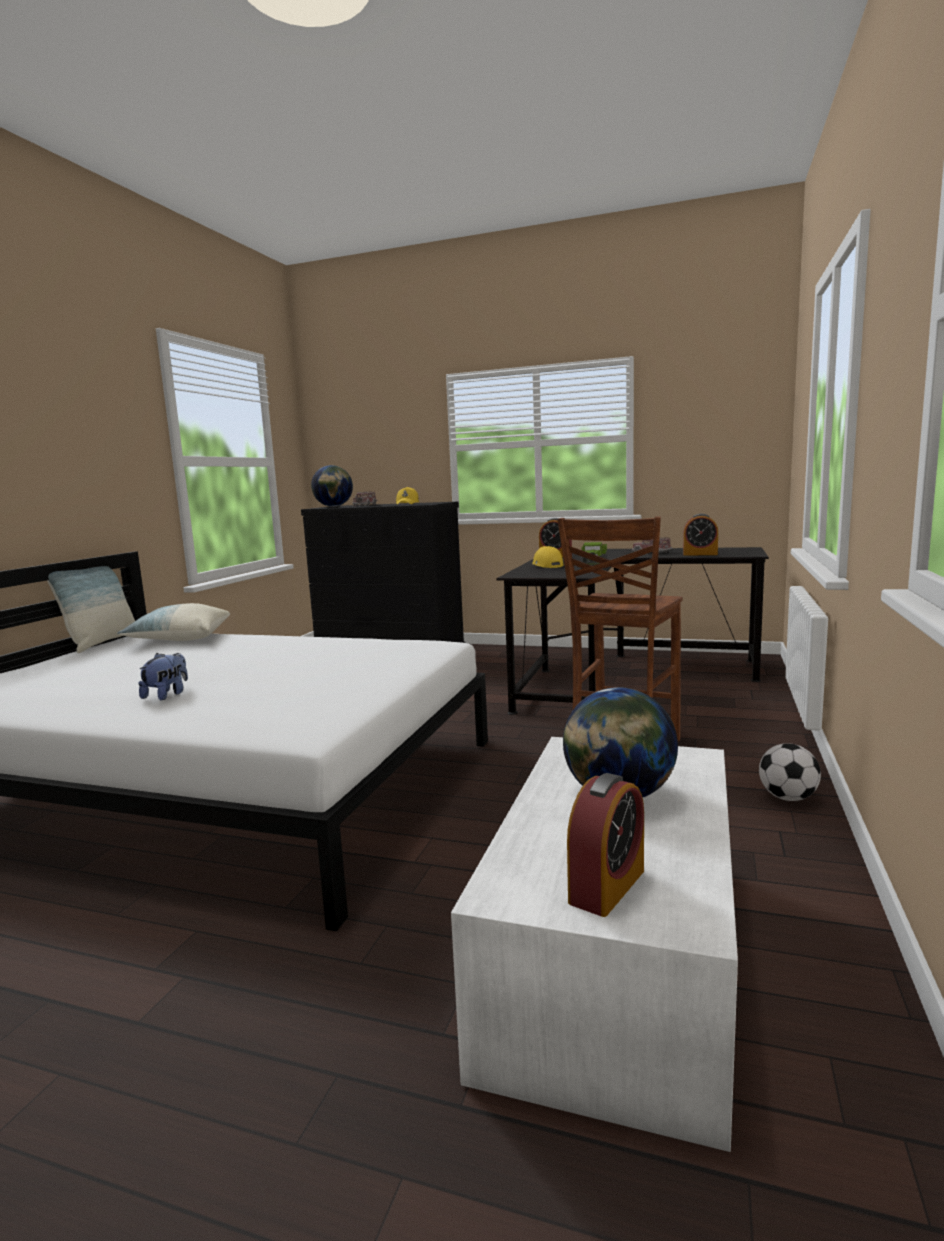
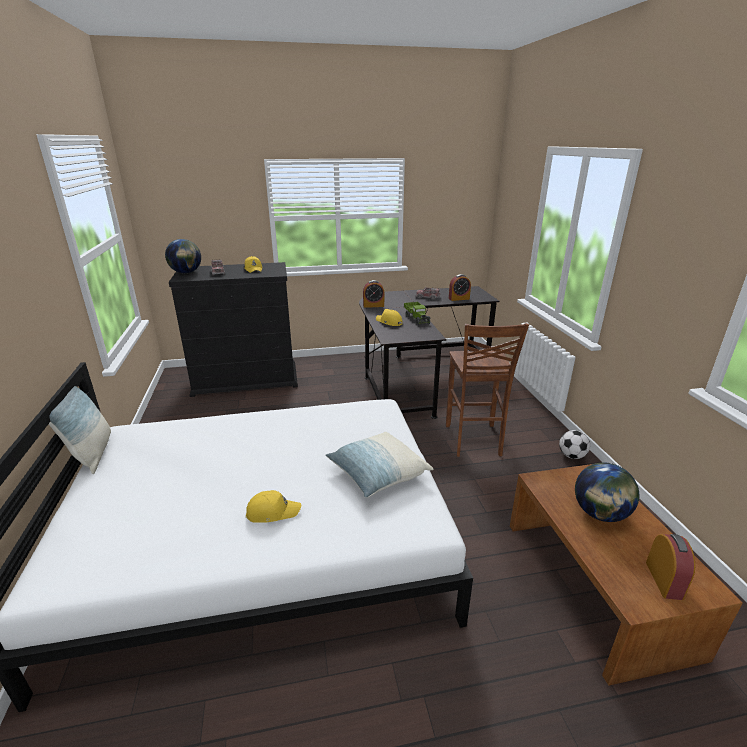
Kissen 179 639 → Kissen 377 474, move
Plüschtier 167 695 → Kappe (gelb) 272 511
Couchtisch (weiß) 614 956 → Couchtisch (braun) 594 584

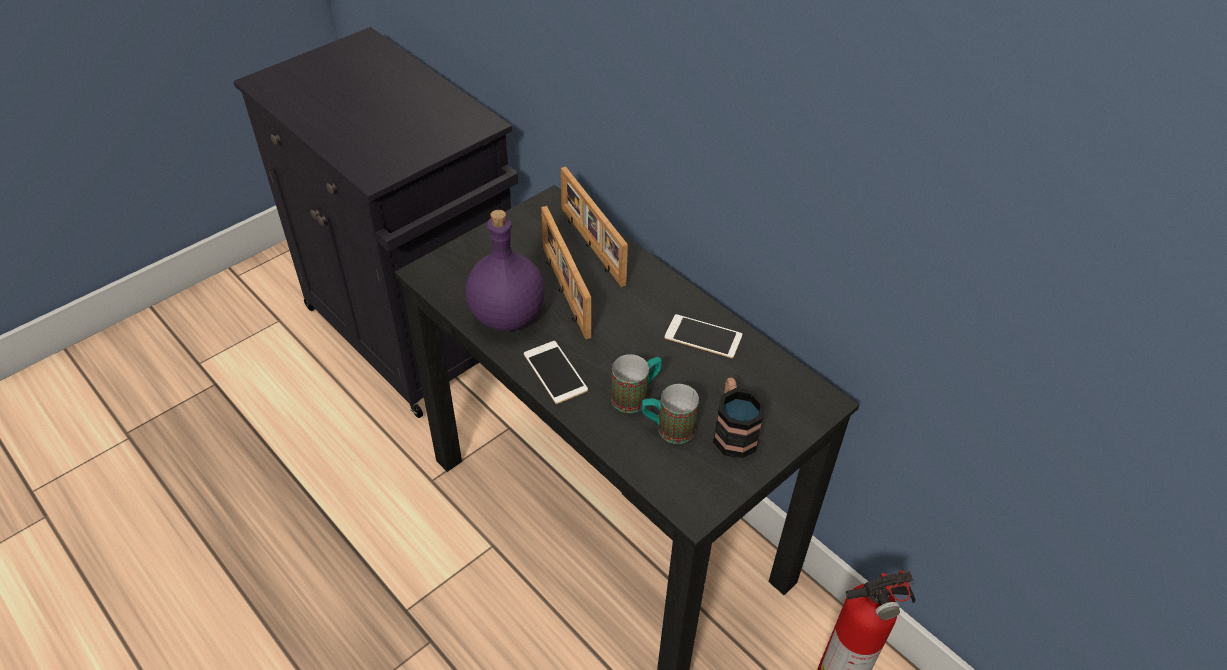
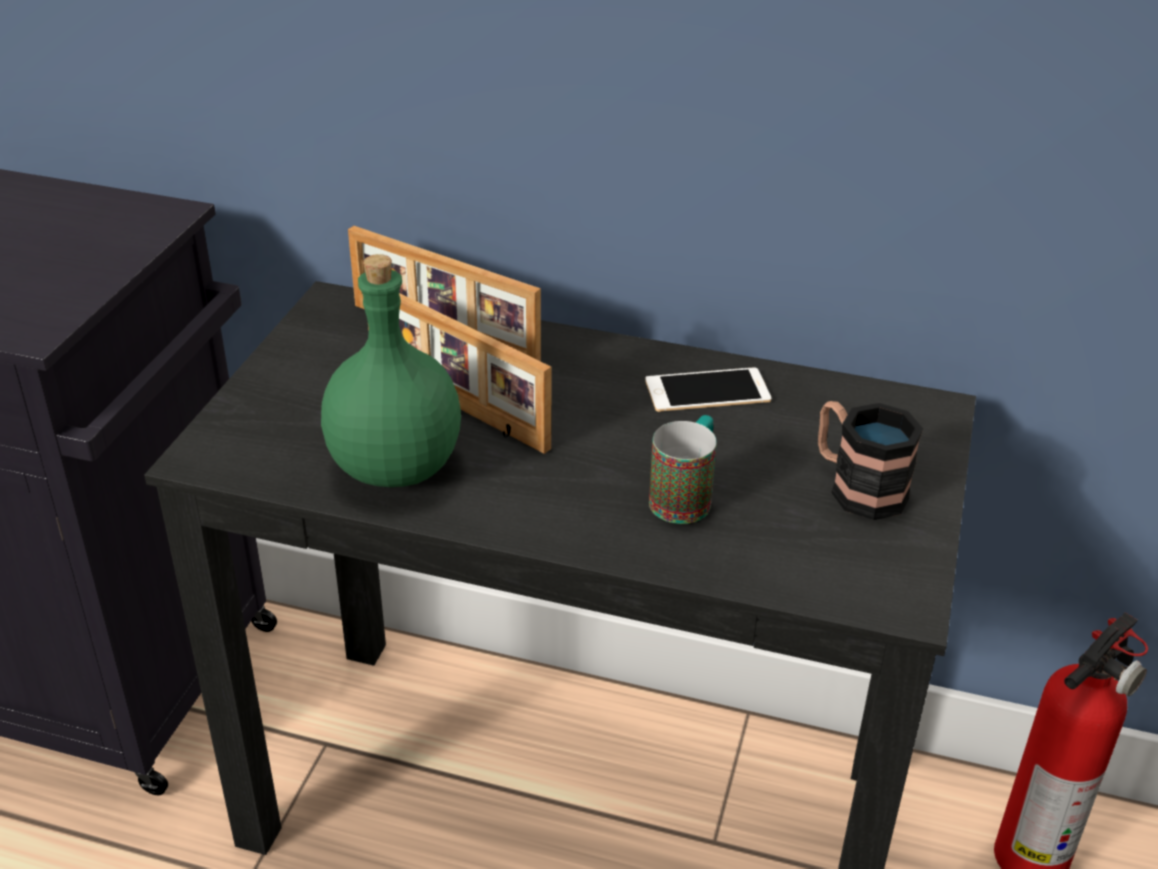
Flasche (lila) 506 315 → Flasche (grün) 393 467
Handy 555 372 → -
Henkelbecher 667 429 → -

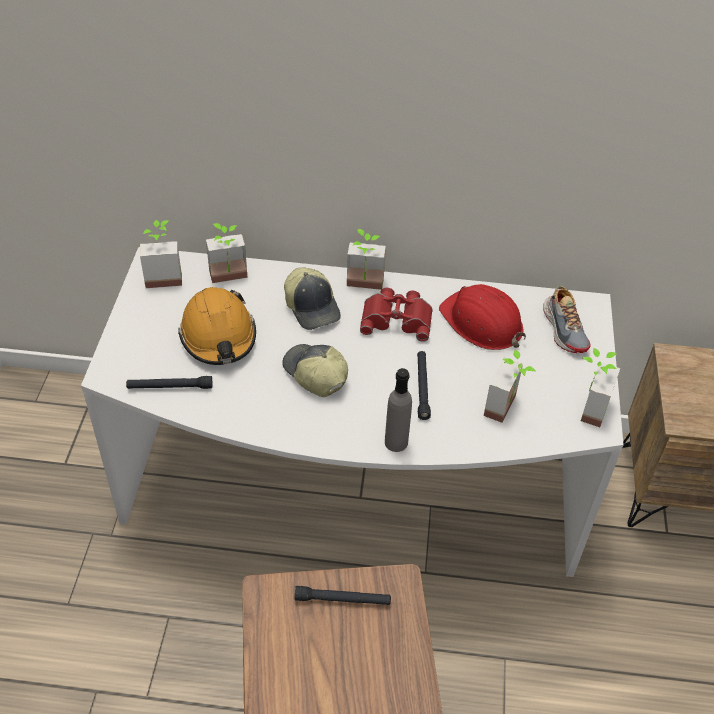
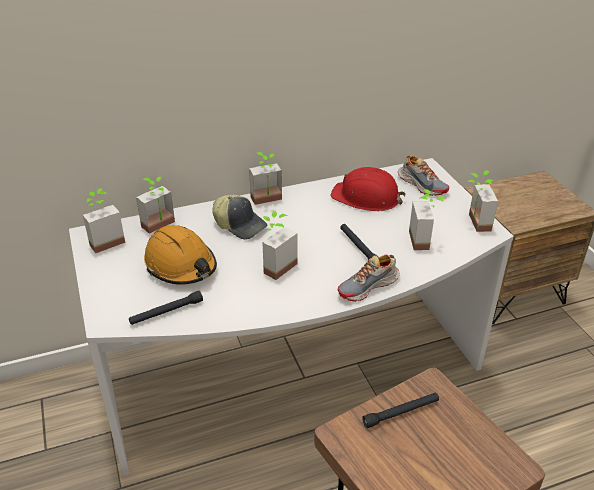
Kappe 314 374 → Topfpflanze 275 265
Fernglas (rot) 397 318 → -
Flasche (grau) 396 442 → Schuh 368 287

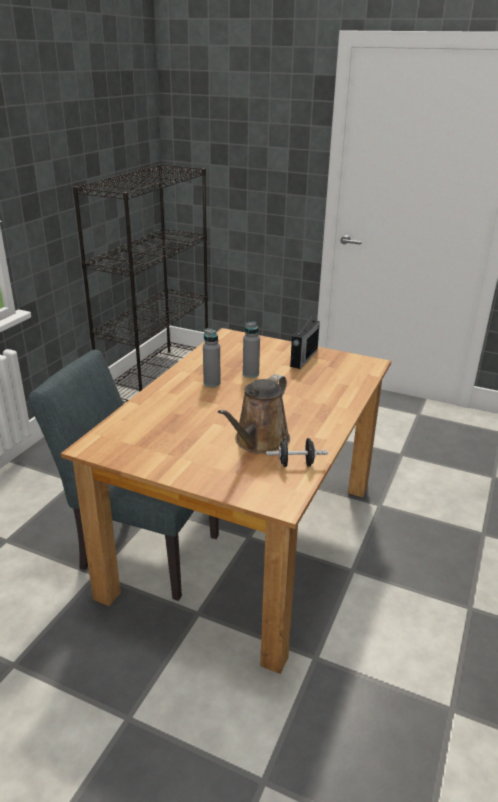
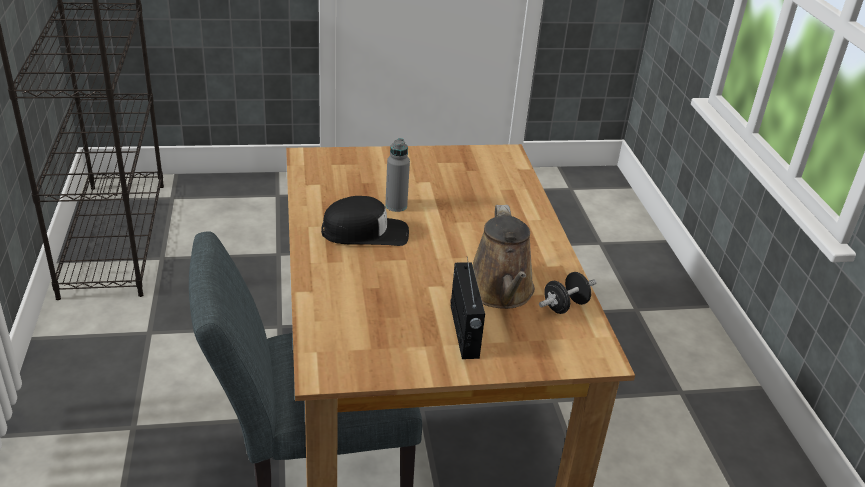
Flasche (grau) 212 383 → Kappe (schwarz) 365 232
Radio 303 358 → Radio 464 332, move

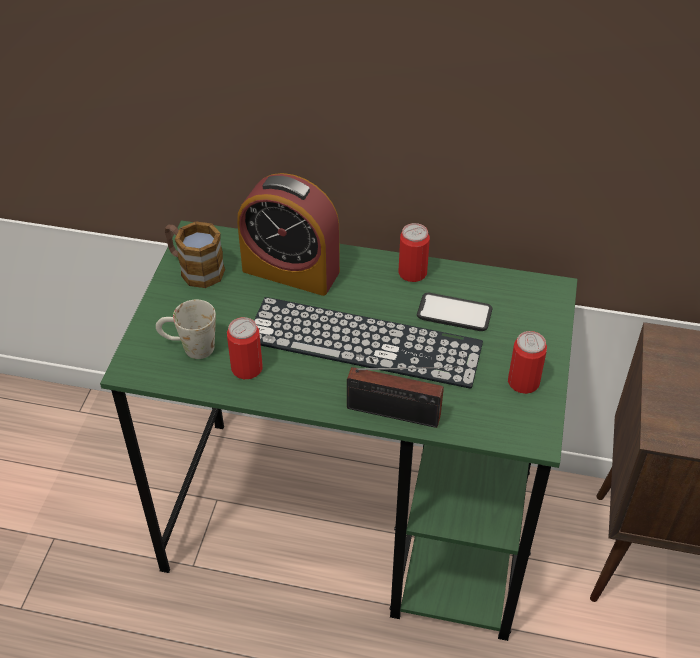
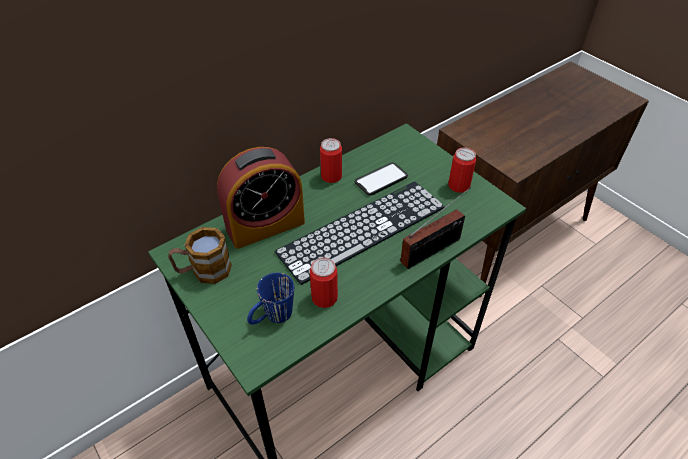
Henkelbecher (weiß) 189 347 → Henkelbecher (blau) 272 318

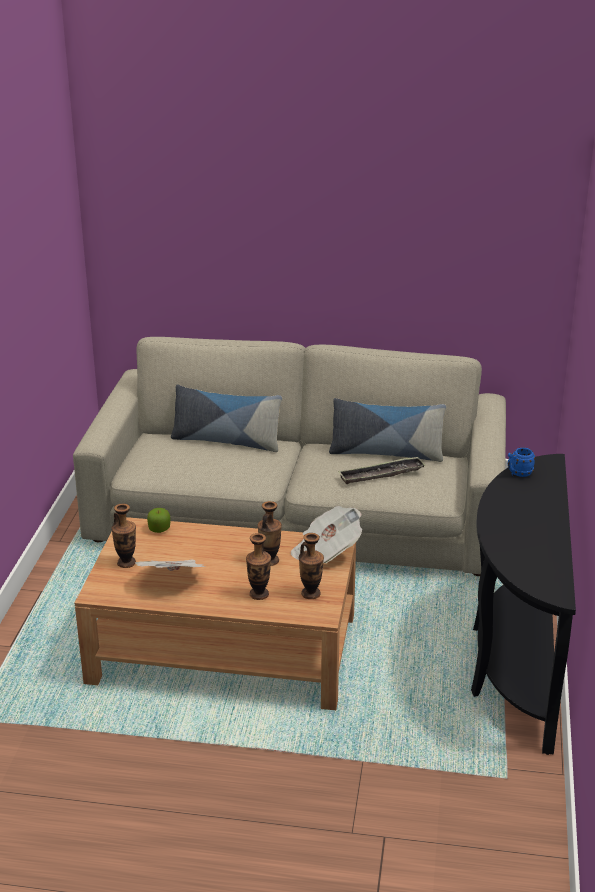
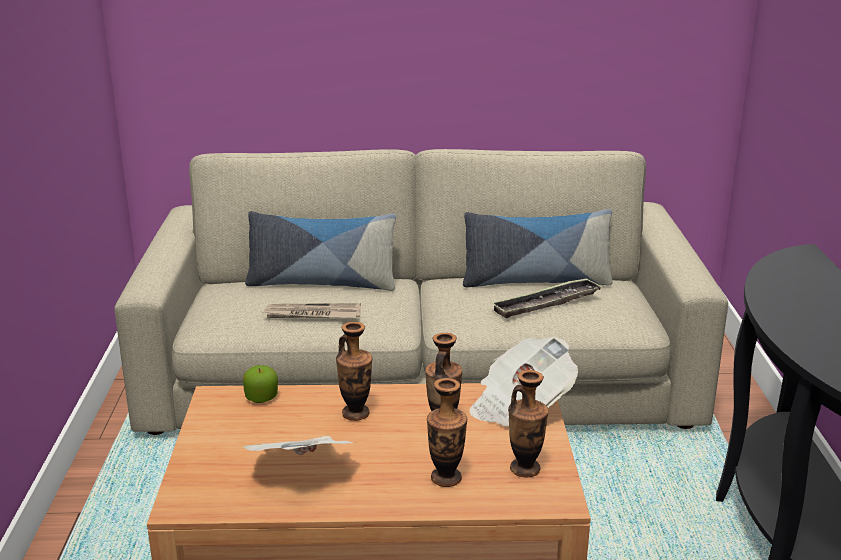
Vase 126 563 → Vase 355 413, move
Henkelbecher (blau) 518 474 → -
- → Zeitung 312 314

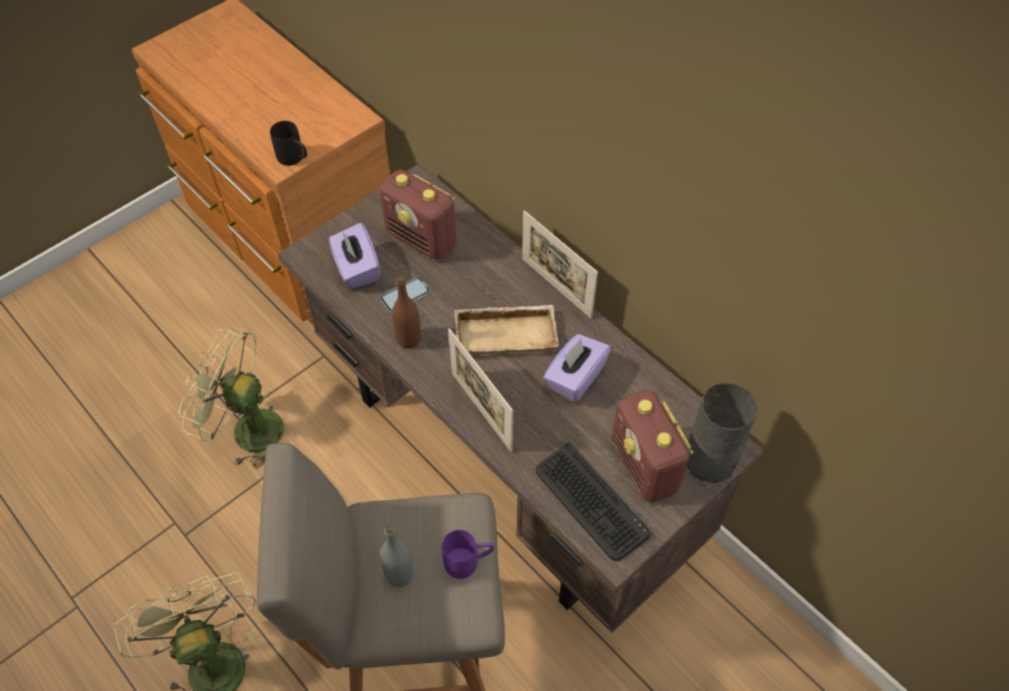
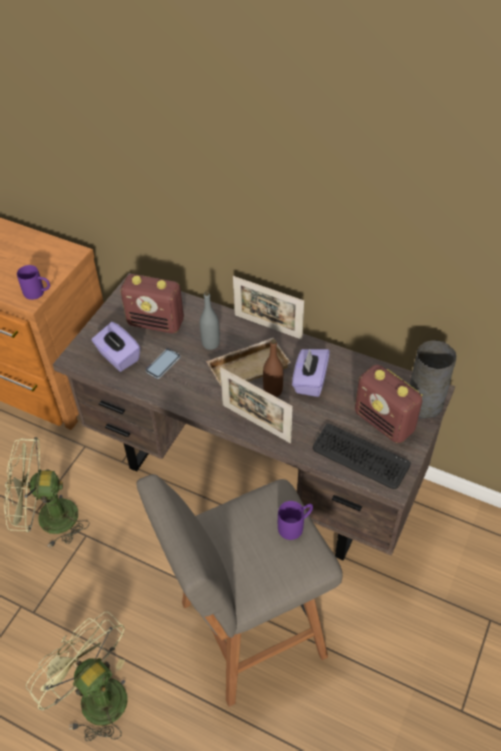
Henkelbecher (schwarz) 294 159 → Henkelbecher (lila) 38 293
Flasche (grau) 399 575 → Flasche (grau) 210 343, move
Flasche (braun) 409 339 → Flasche (braun) 273 391, move

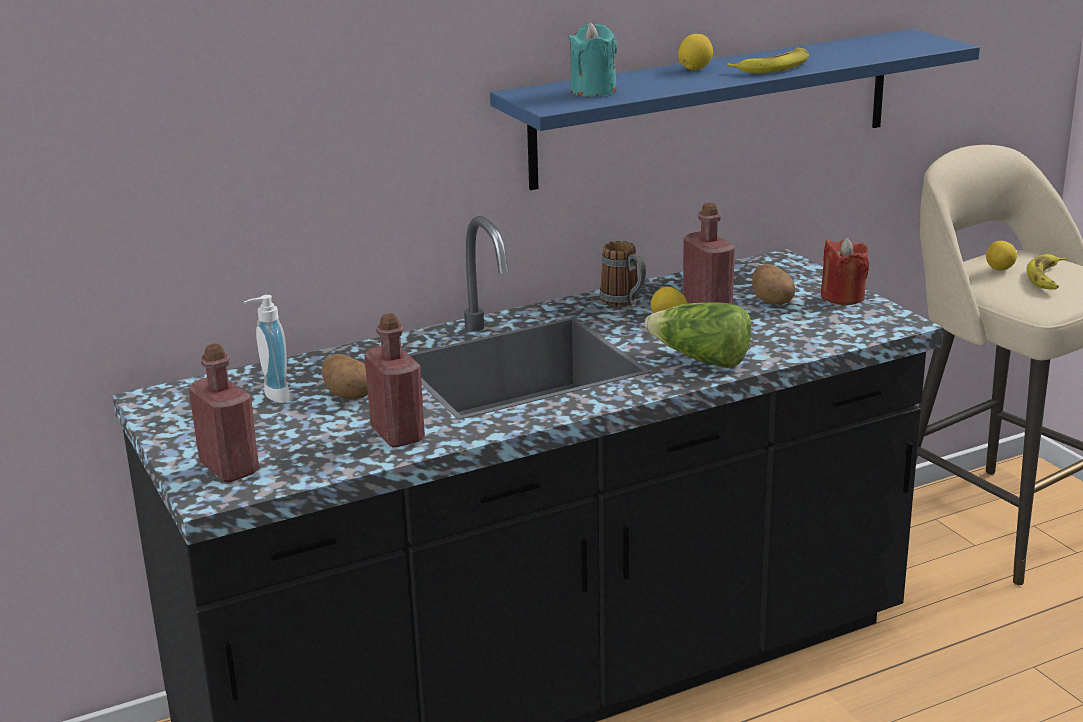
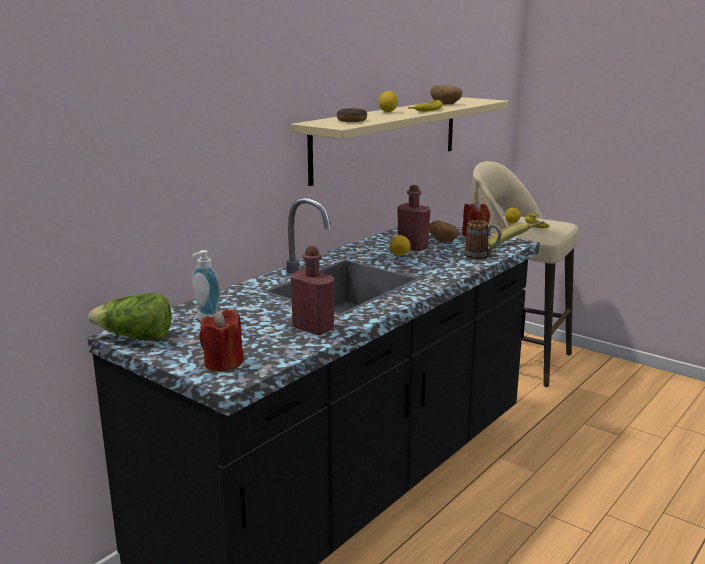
Flasche (rot) 229 468 → Kerze (rot) 223 363
Kartoffel 351 396 → Kartoffel 446 104, move
Wandregal (blau) 714 107 → Wandregal (beige) 387 137
Kerze (türkis) 593 91 → Donut 351 120
Henkelbecher 625 302 → Henkelbecher 481 257, move
Salatkopf 700 360 → Salatkopf 135 338, move
- → Banane 514 247

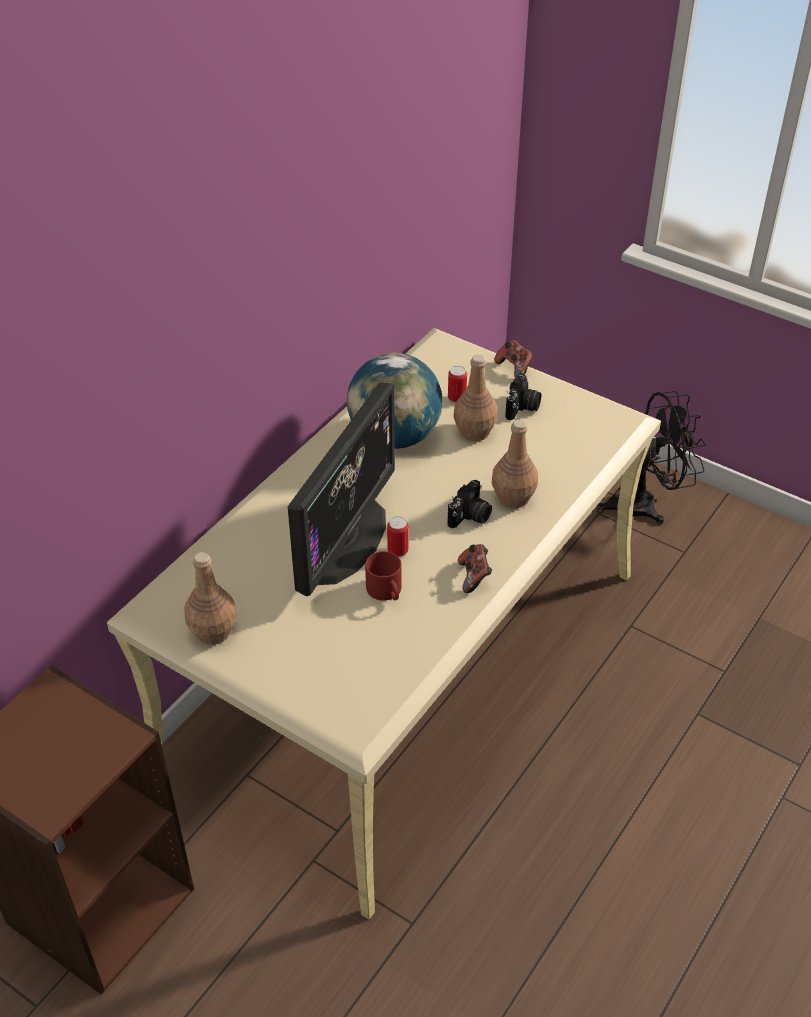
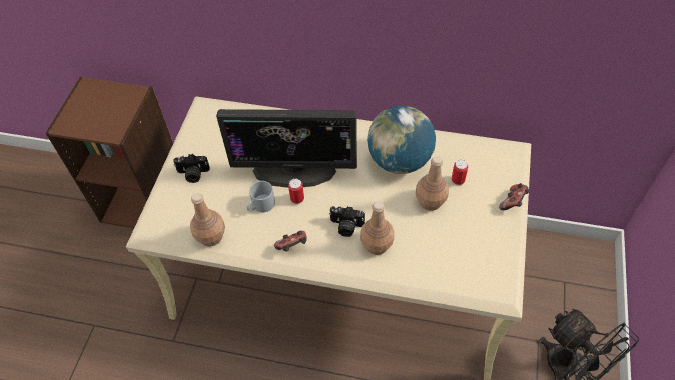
Flasche (braun) 214 631 → Flasche (braun) 211 237, move
Henkelbecher (rot) 387 591 → Henkelbecher (grau) 261 206
Kamera 522 408 → Kamera 193 174, move

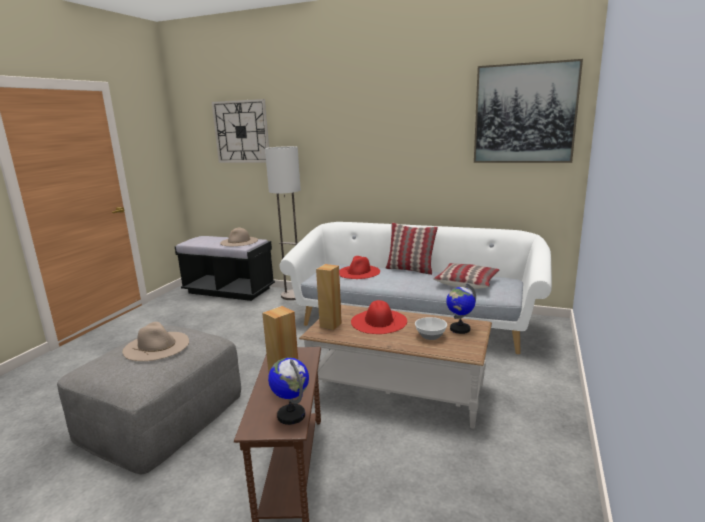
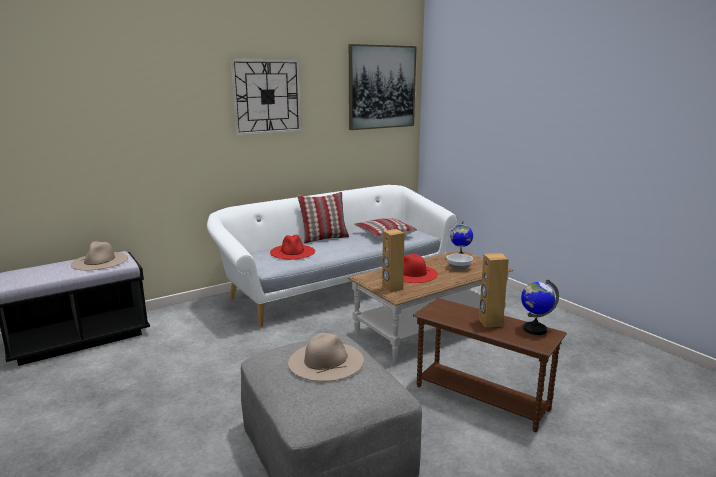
Wanduhr 241 132 → Wanduhr 267 96, move
Stehlampe 293 295 → -

